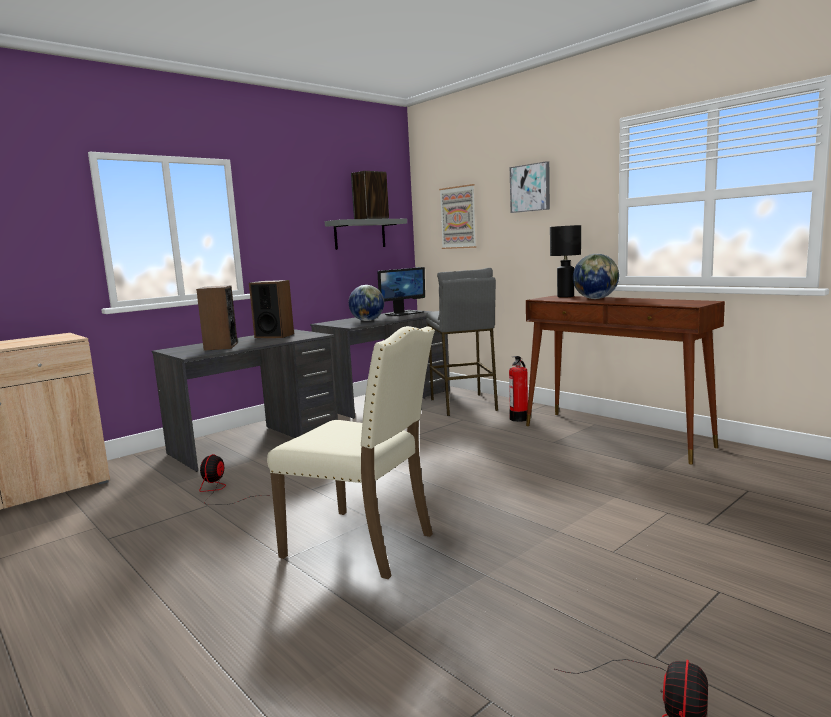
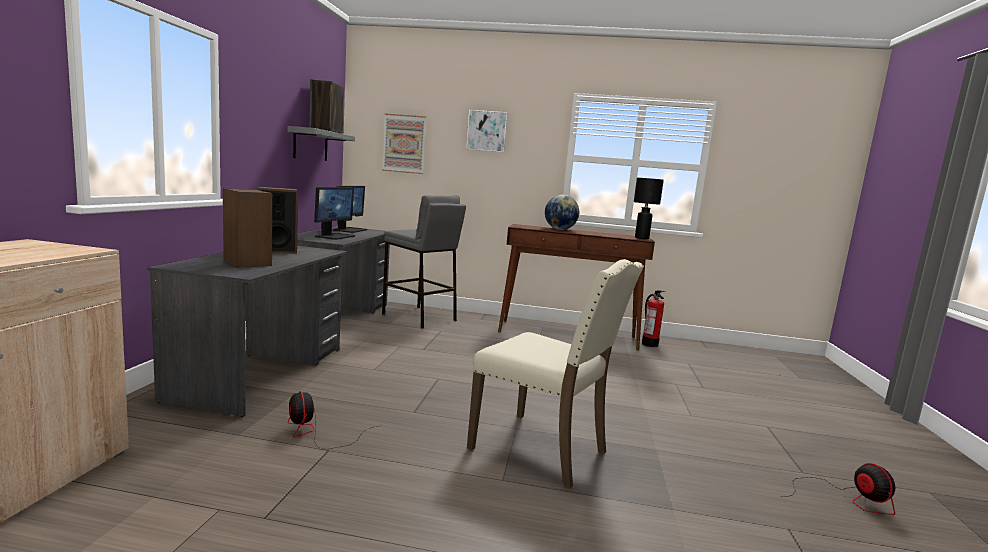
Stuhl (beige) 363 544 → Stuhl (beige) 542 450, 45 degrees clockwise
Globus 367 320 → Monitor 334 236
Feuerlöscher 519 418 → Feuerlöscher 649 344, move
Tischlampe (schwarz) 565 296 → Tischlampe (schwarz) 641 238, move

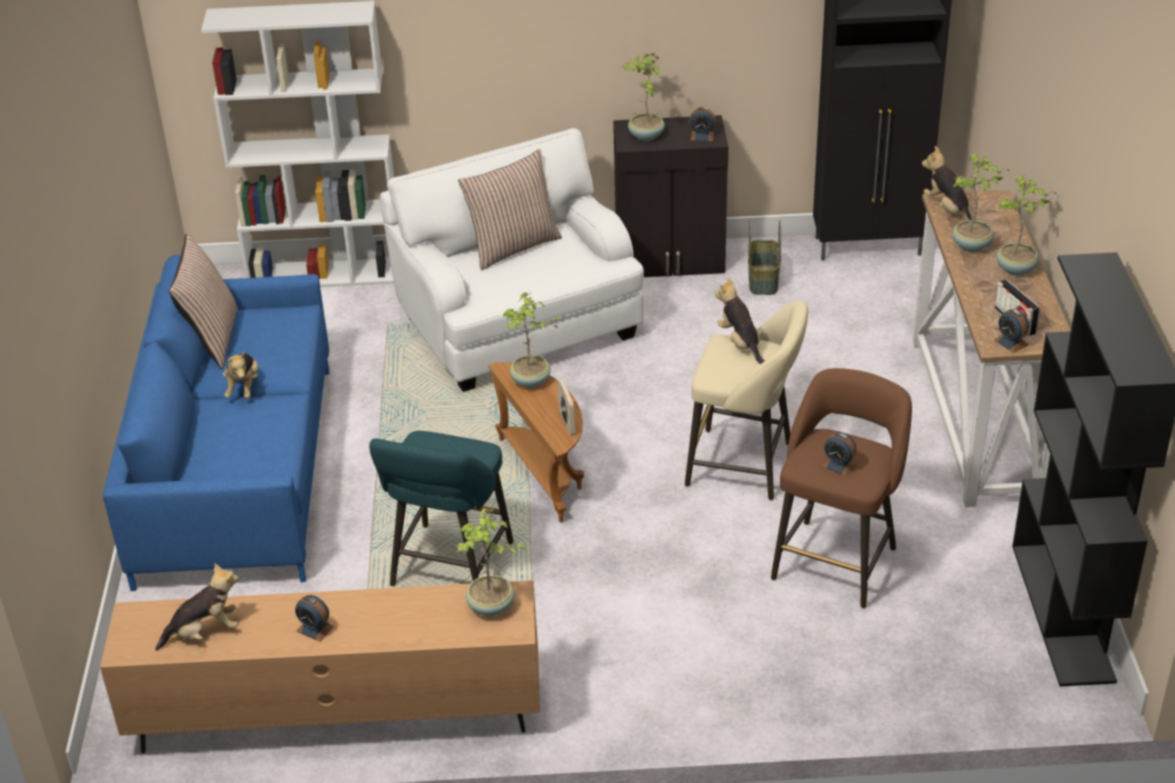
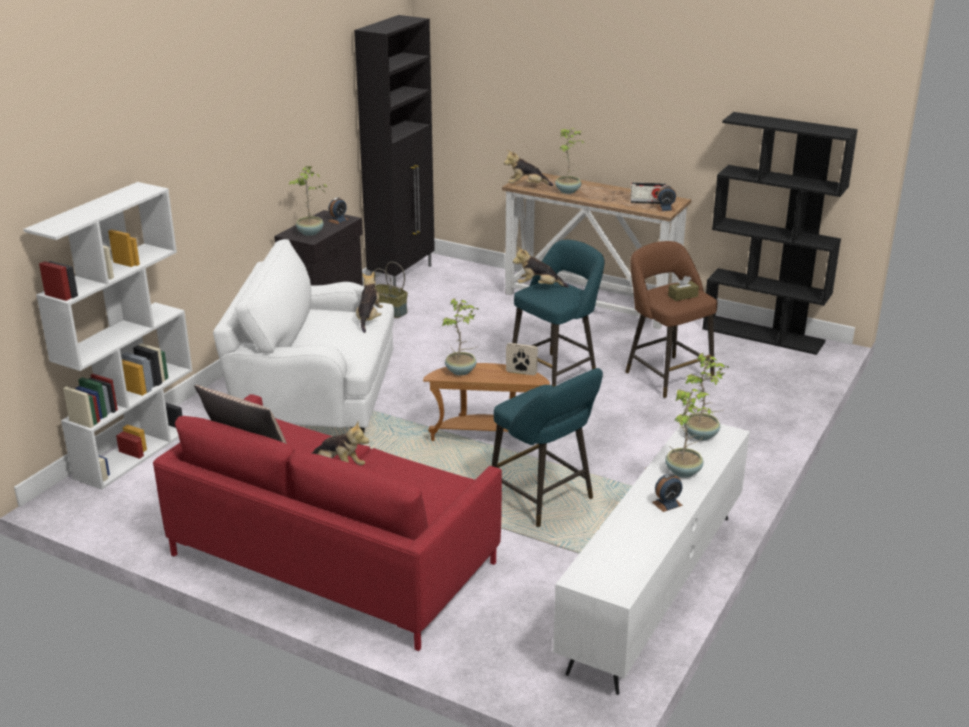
Fernsehschrank (braun) 337 716 → Fernsehschrank (weiß) 653 589
Sofa (blau) 237 473 → Sofa (rot) 333 558
Plüschtier 204 632 → Plüschtier 369 319, move
Kissen 513 246 → -
Hocker (beige) 746 466 → Hocker (türkis) 556 372
Wecker 839 465 → Taschentuchbox (braun) 683 296
Topfpflanze 1017 269 → Topfpflanze 684 471, move

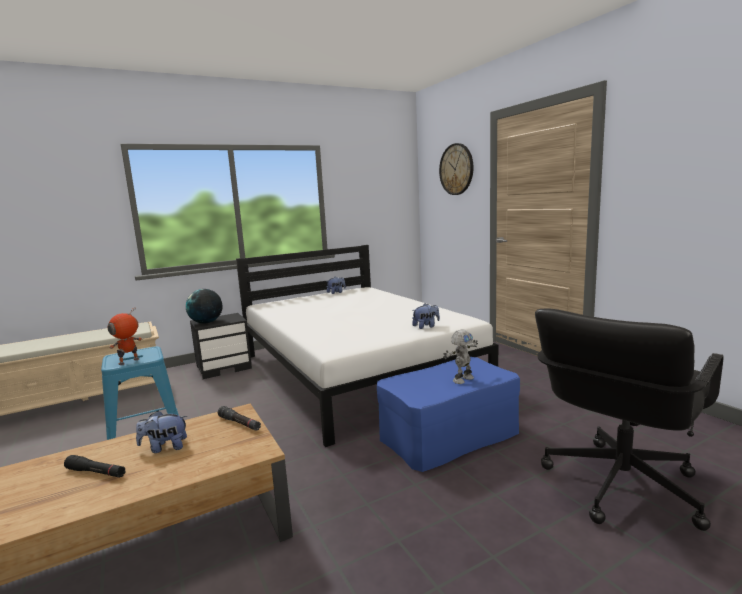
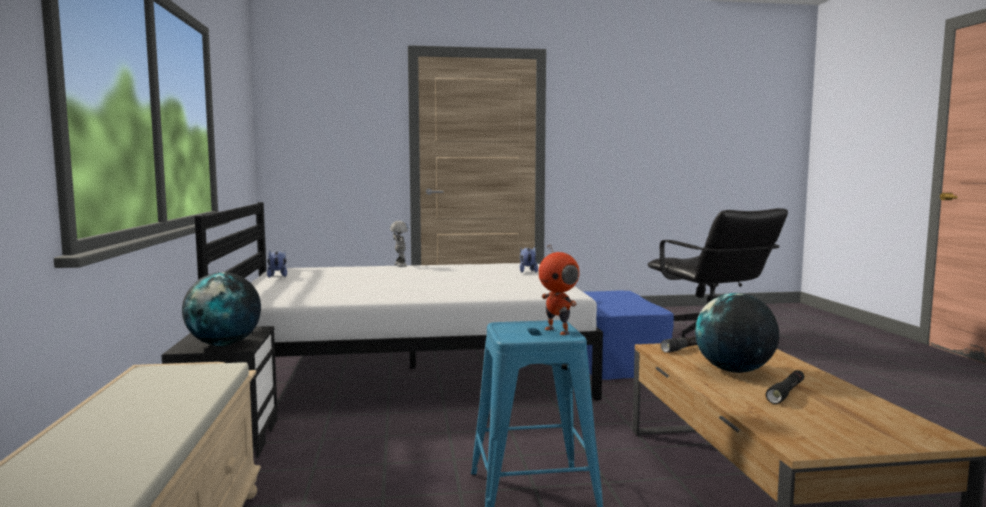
Plüschtier 165 447 → Globus 734 371
Wanduhr 456 169 → -
Spielzeugroboter 462 379 → Spielzeugroboter 399 265, move

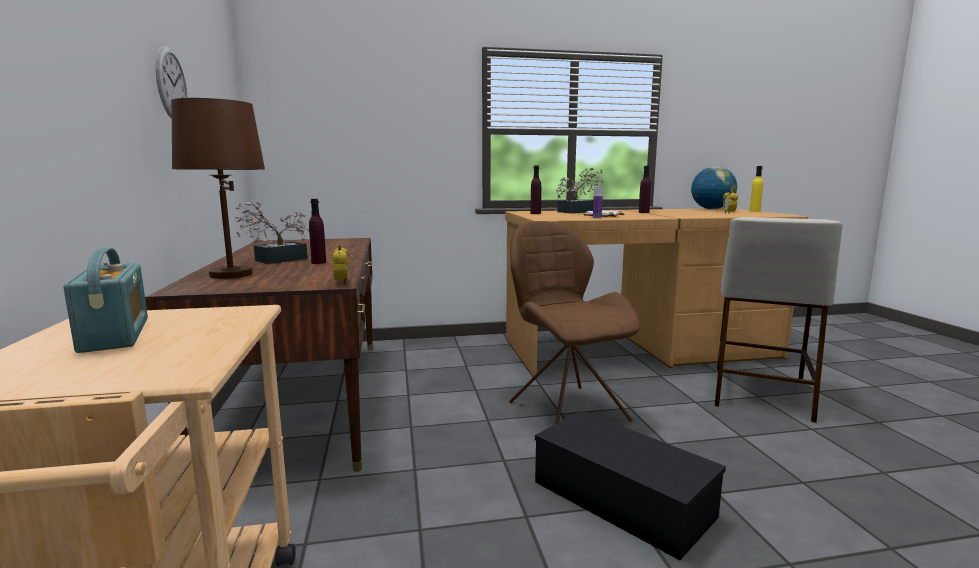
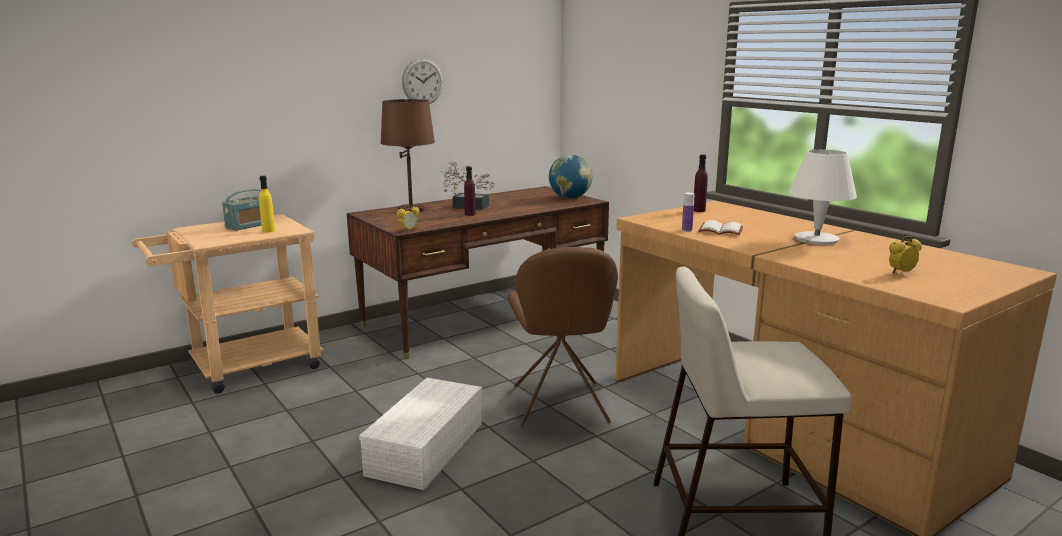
Stuhl (braun) 565 409 → Stuhl (braun) 560 406, 135 degrees clockwise
Aufbewahrungsbox (schwarz) 618 498 → Aufbewahrungsbox (weiß) 425 447
Topfpflanze 578 212 → -
Flasche (lila) 643 212 → Tischlampe (weiß) 816 239
Globus 712 209 → Globus 570 198, move
Flasche (gelb) 754 211 → Flasche (gelb) 268 231, move

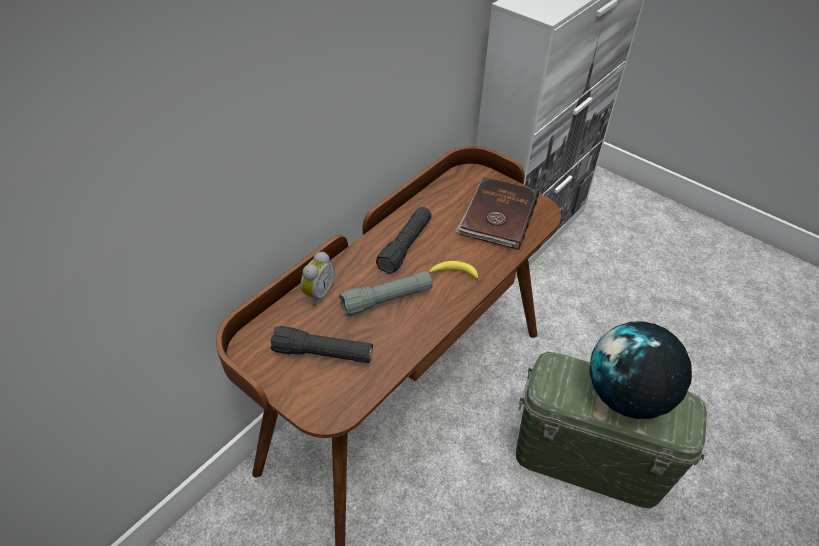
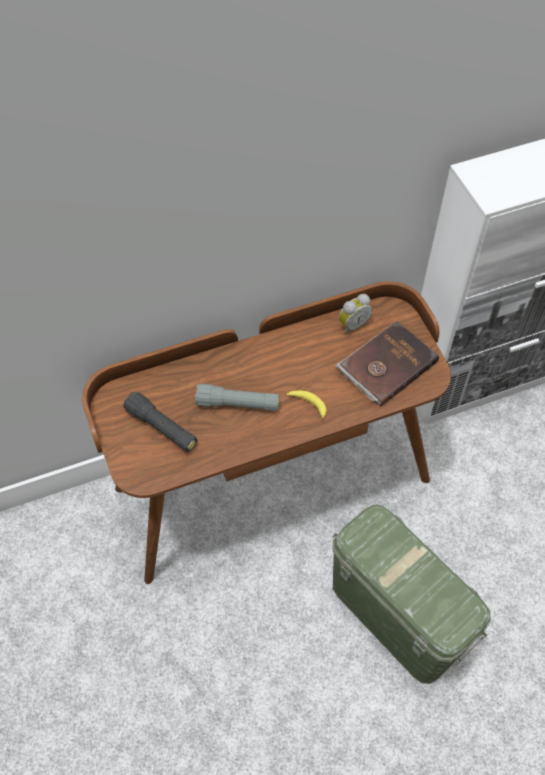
Wecker 317 293 → Wecker 352 324, move
Taschenlampe (schwarz) 405 246 → -
Globus 627 396 → -

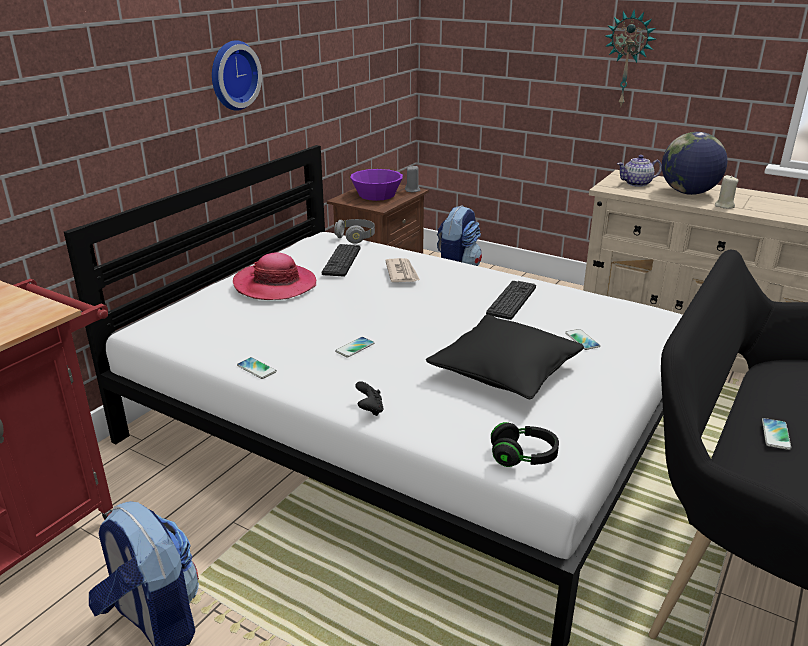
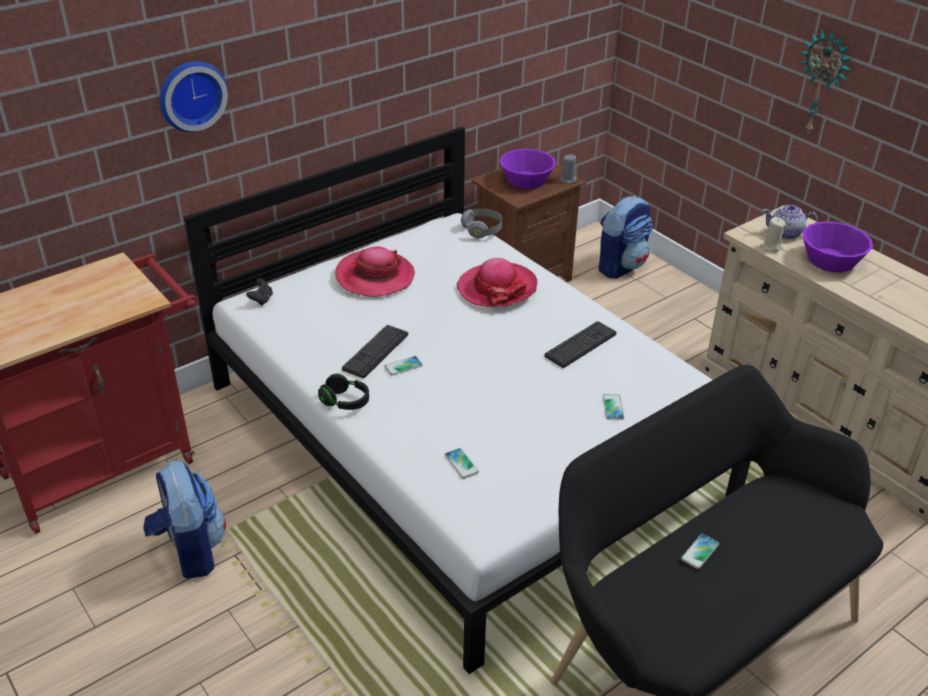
Wanduhr 232 75 → Wanduhr 191 94, move
Handy 256 369 → Handy 461 464, move
Tastatur 341 261 → Tastatur 375 351, move
Gamepad (schwarz) 369 409 → Gamepad (schwarz) 261 300, move
Zeitung 402 273 → Hut 497 287
Kissen (schwarz) 505 372 → -
Kopfhörer (schwarz) 523 457 → Kopfhörer (schwarz) 345 402, move
Globus 688 193 → Schüssel (lila) 831 260
Kerze (beige) 724 206 → Kerze (beige) 771 247, move

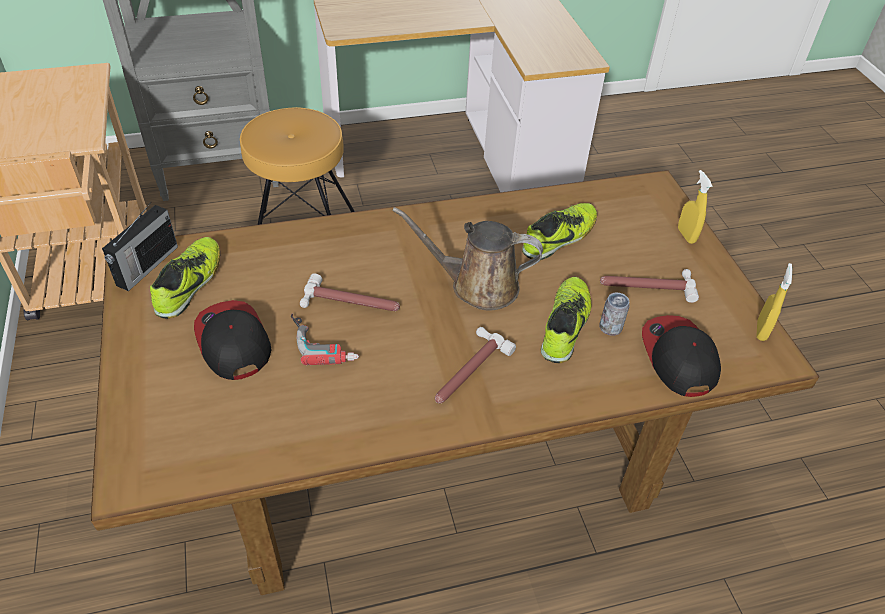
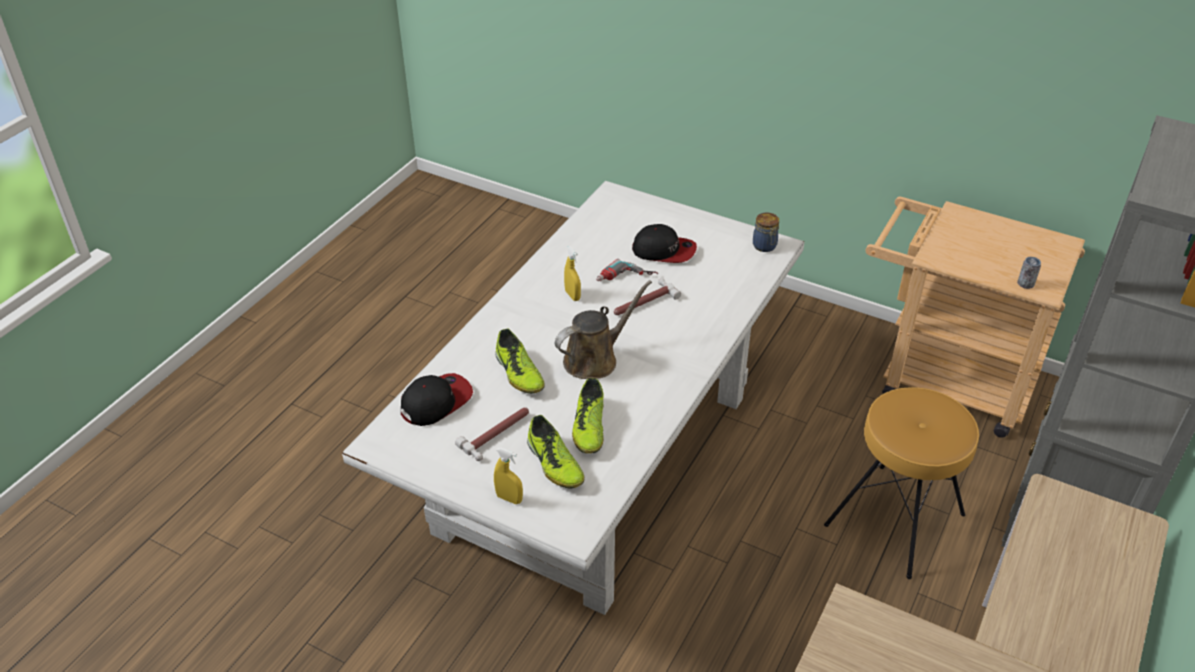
Esstisch (braun) 433 448 → Esstisch (weiß) 596 462
Radio 146 266 → Vorratsglas 765 246
Schuh 190 283 → Schuh 554 464, move
Hammer 467 371 → -
Dose 610 328 → Dose 1025 284, move
Kappe 678 357 → Kappe 436 402, 75 degrees counterclockwise
Sprühflasche (gelb) 761 331 → Sprühflasche (gelb) 572 295, move

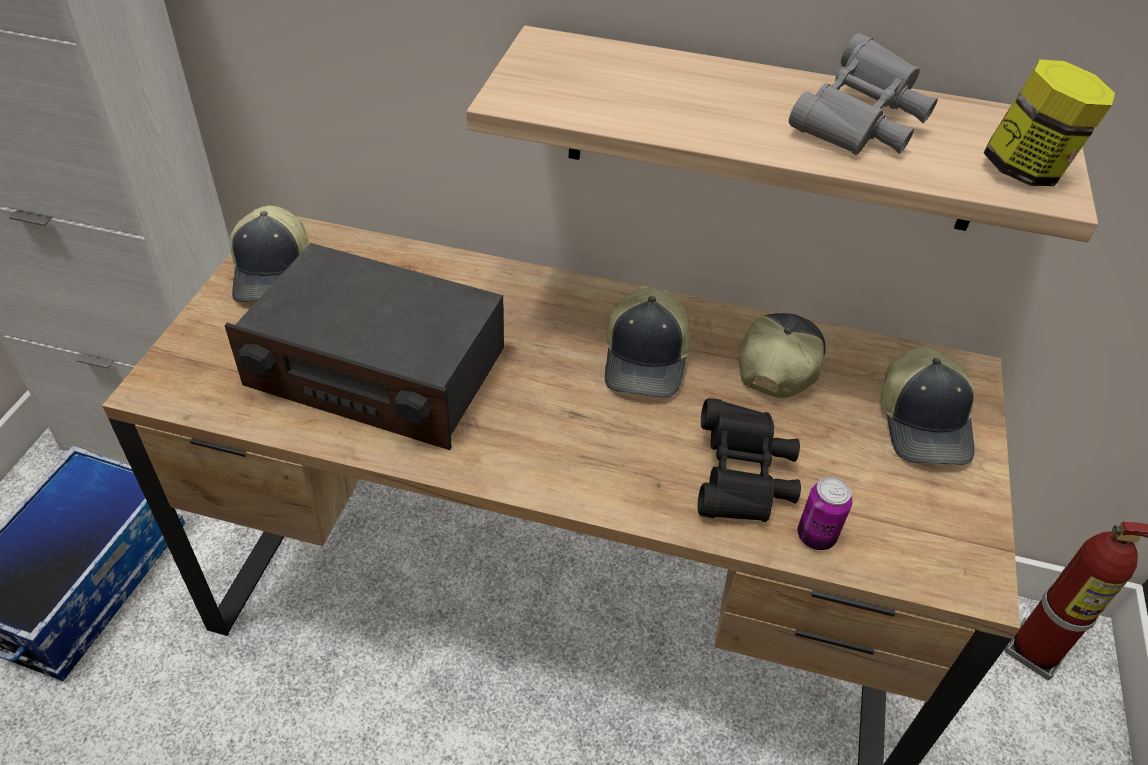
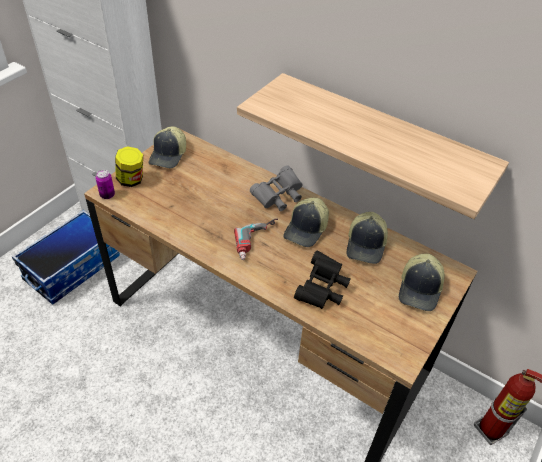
Radio 377 370 → -
Kappe 778 362 → Kappe 366 245, 150 degrees clockwise
Fernglas (grau) 859 126 → Fernglas (grau) 278 197, move
Dose 816 536 → Dose 107 195, move
Vorratsglas 1026 171 → Vorratsglas 131 180, move
- → Bohrmaschine 259 242

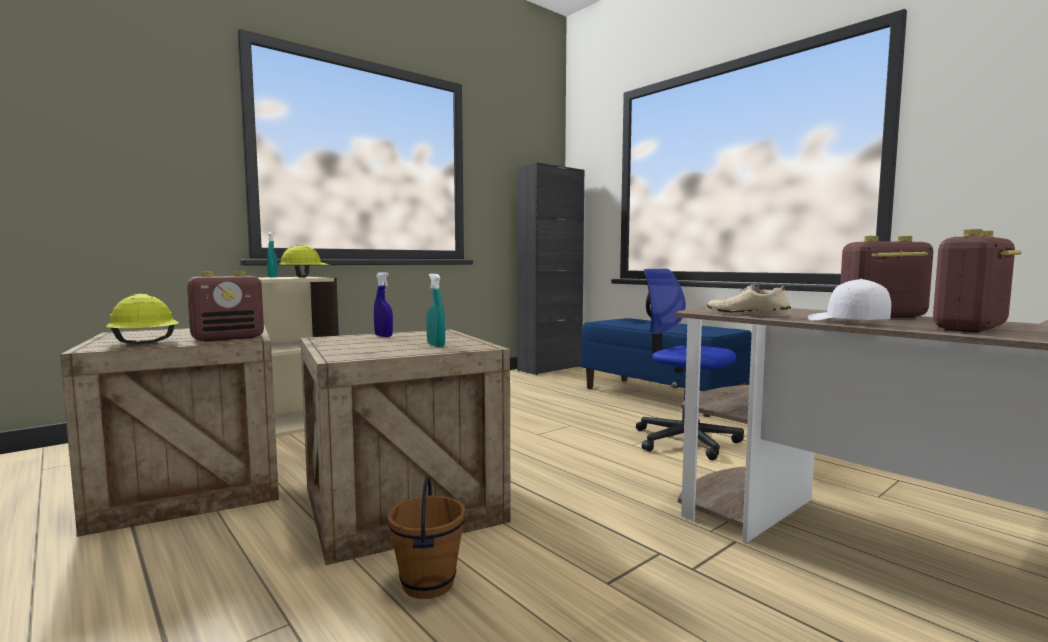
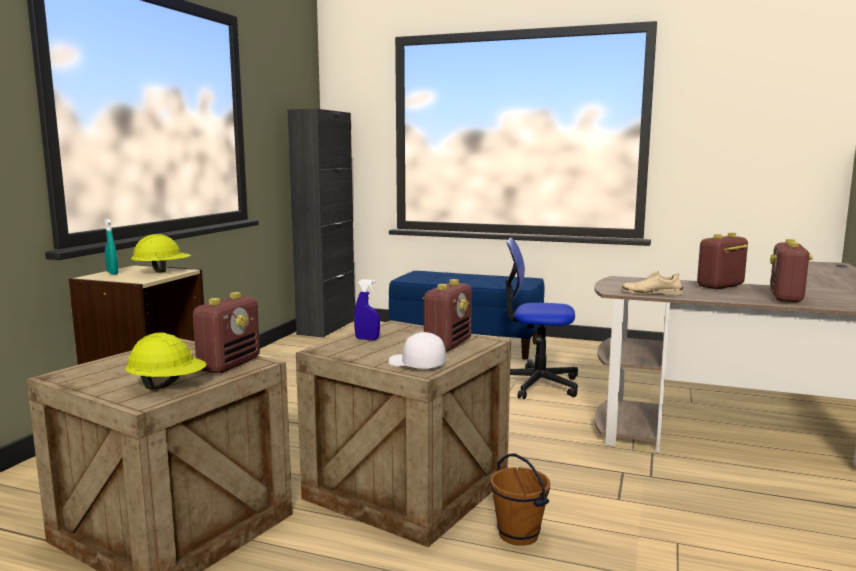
Sprühflasche (türkis) 436 345 → Radio 448 344
Kappe (weiß) 846 321 → Kappe (weiß) 416 364, move

